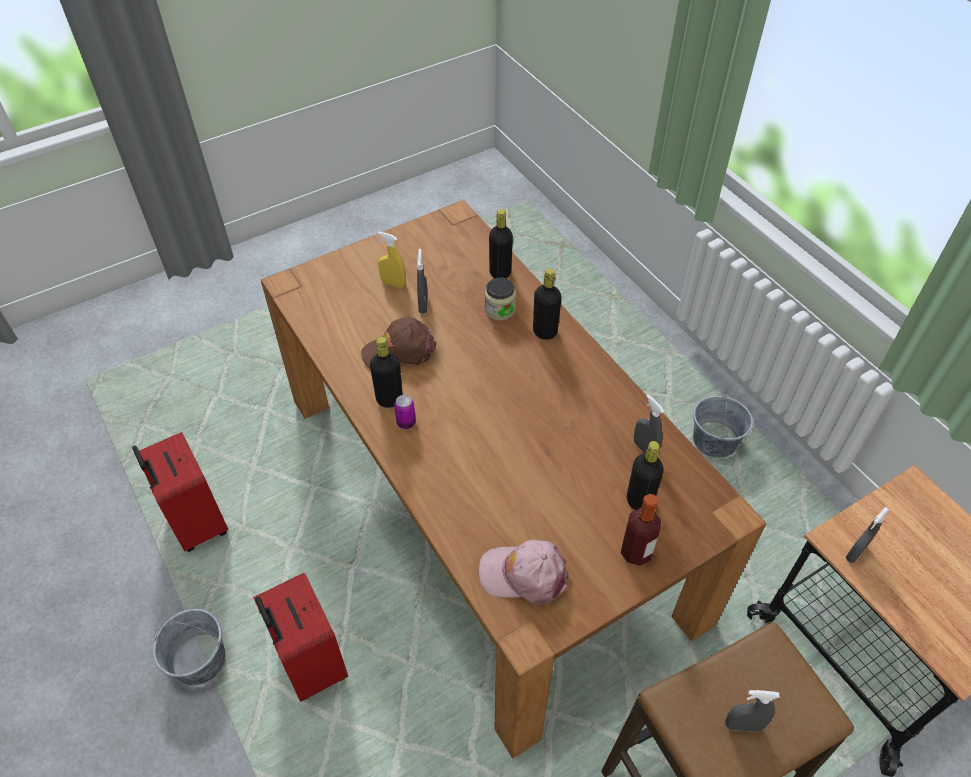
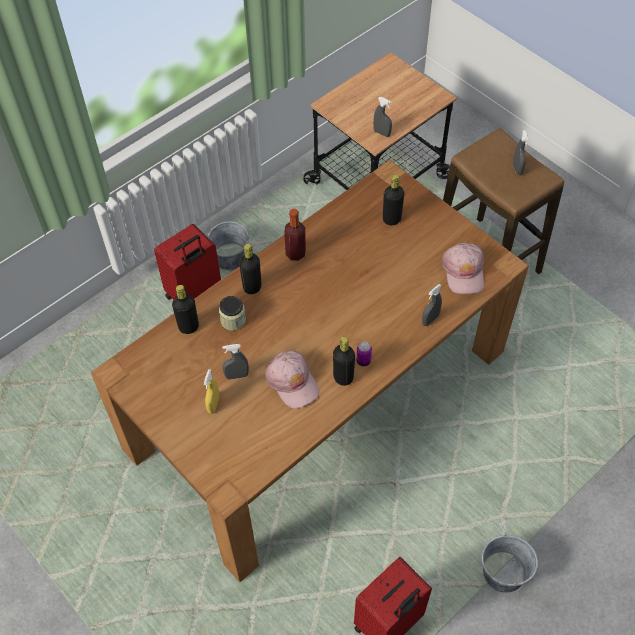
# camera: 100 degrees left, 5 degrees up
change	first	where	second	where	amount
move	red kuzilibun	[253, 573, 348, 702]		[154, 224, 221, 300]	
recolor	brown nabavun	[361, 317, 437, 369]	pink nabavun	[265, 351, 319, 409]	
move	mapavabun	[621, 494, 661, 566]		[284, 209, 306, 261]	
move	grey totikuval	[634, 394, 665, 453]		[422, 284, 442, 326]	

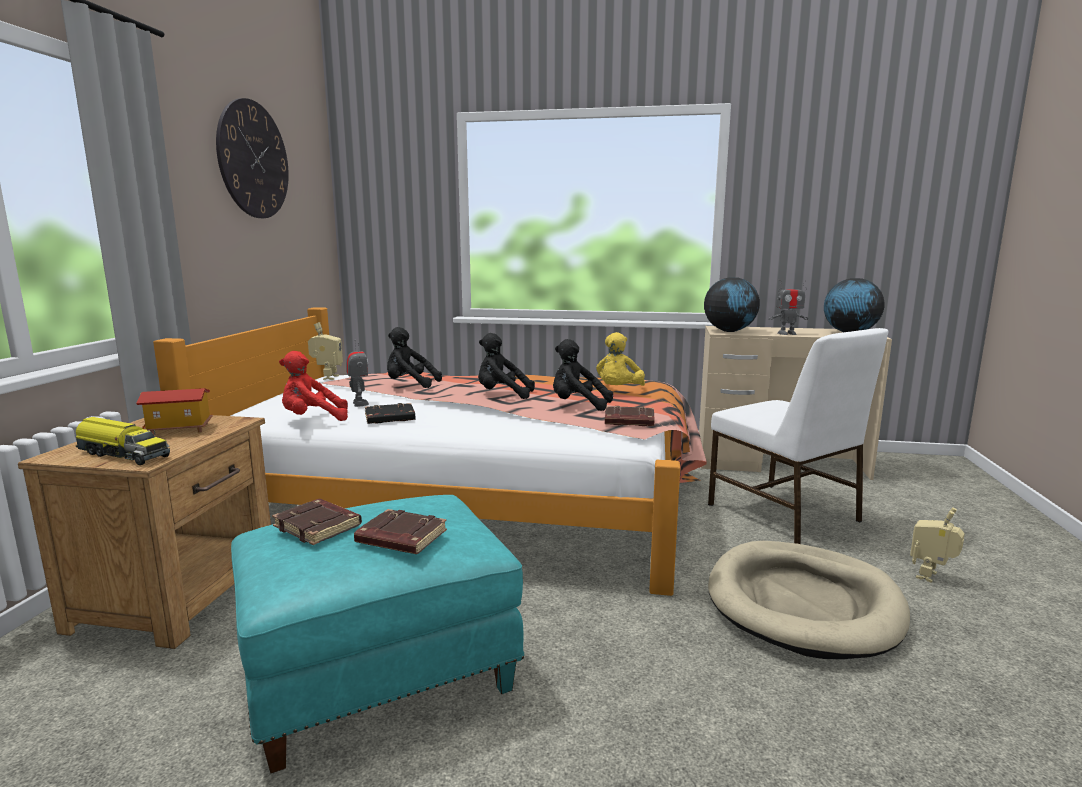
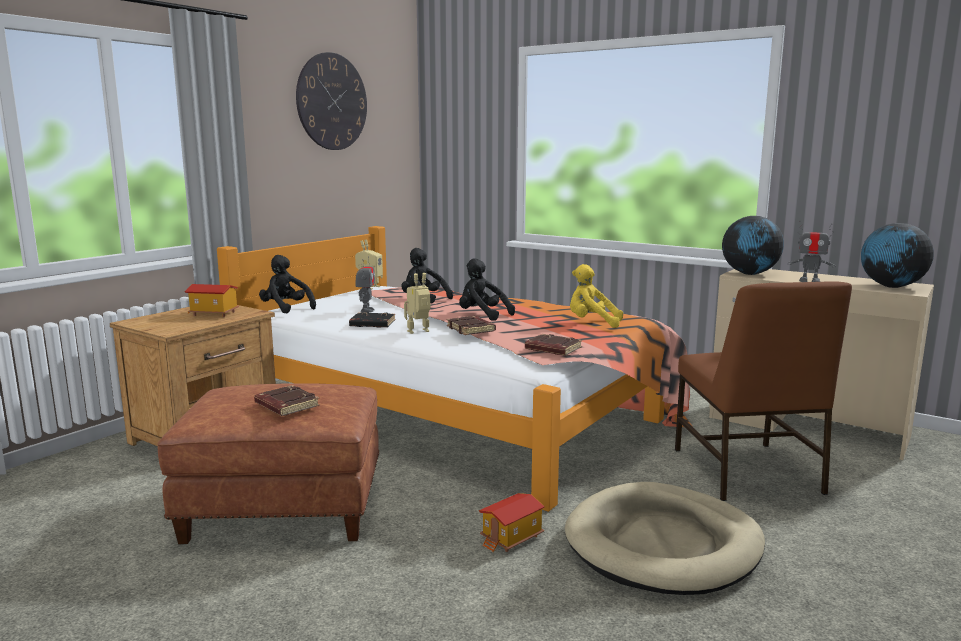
# camera: 25 degrees right, 0 degrees up
change	first	where	second	where	amount
delete	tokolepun	[76, 417, 170, 465]			
recolor	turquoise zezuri	[231, 495, 524, 773]	brown zezuri	[157, 383, 380, 544]	
move	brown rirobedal	[272, 499, 362, 545]		[447, 316, 496, 335]	
delete	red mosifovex	[279, 351, 348, 421]			
move	black mosifovex	[553, 339, 613, 411]		[259, 255, 316, 313]	
rotate	yellow mosifovex	[596, 332, 645, 386]		[570, 264, 623, 328]	60 degrees clockwise
recolor	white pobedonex	[708, 328, 888, 544]	brown pobedonex	[675, 281, 852, 501]	
move	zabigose	[910, 507, 965, 583]		[404, 273, 431, 334]	
insert			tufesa	[479, 493, 545, 552]	

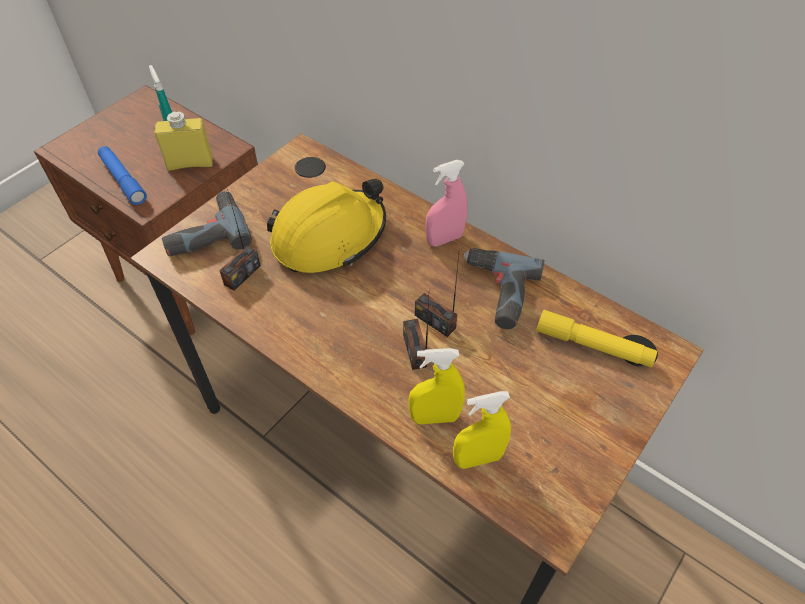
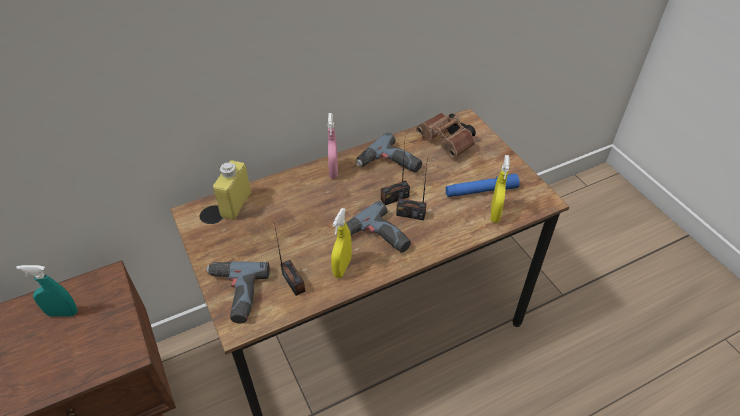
# camera: 65 degrees left, 5 degrees down
change	first	where	second	where	amount
move	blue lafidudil	[98, 146, 147, 205]		[445, 174, 520, 197]	
move	yellow mapavabun	[155, 111, 213, 171]		[213, 160, 251, 220]	
delete	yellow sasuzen	[267, 179, 386, 273]			
move	yellow totikuval	[409, 348, 465, 424]		[331, 208, 352, 278]	
replace	yellow lafidudil	[536, 310, 657, 368]	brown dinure	[416, 113, 476, 158]	
insert			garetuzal	[346, 201, 411, 252]	

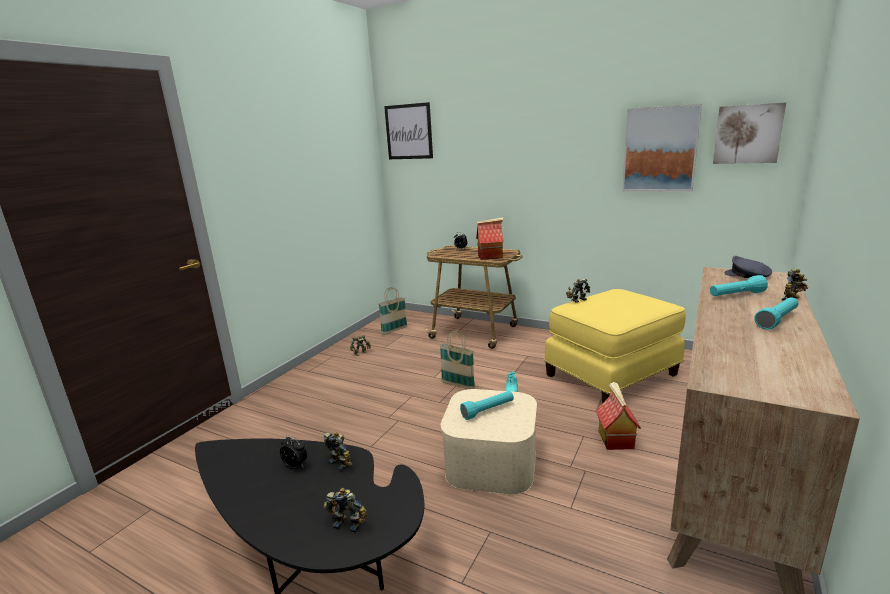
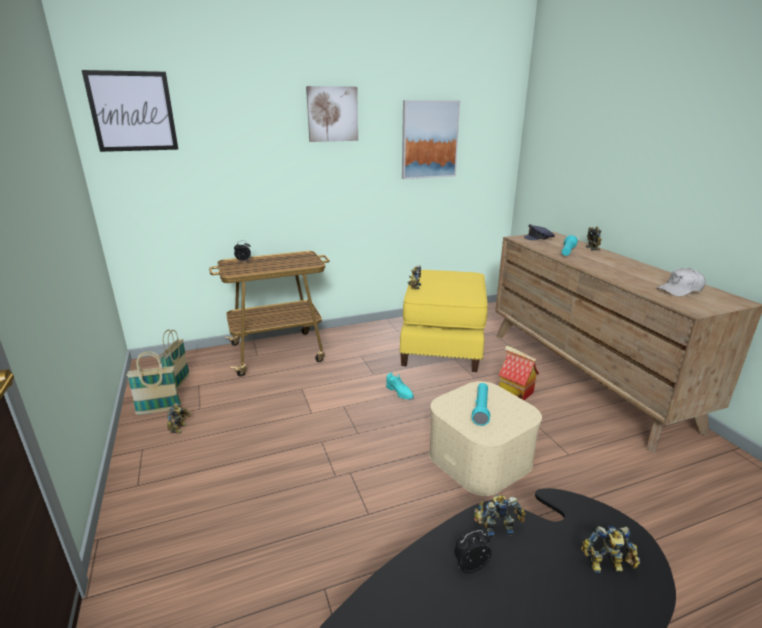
# camera: 50 degrees left, 5 degrees up
change	first	where	second	where	amount
rotate	zabigose	[323, 488, 367, 533]		[581, 526, 640, 573]	150 degrees counterclockwise
move	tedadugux	[440, 331, 475, 389]		[126, 351, 181, 415]	
delete	tufesa	[476, 218, 504, 260]			
move	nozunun	[713, 102, 786, 164]		[306, 86, 358, 142]	
delete	turquoise lafidudil	[754, 297, 799, 330]			
insert			white nabavun	[657, 268, 705, 297]	

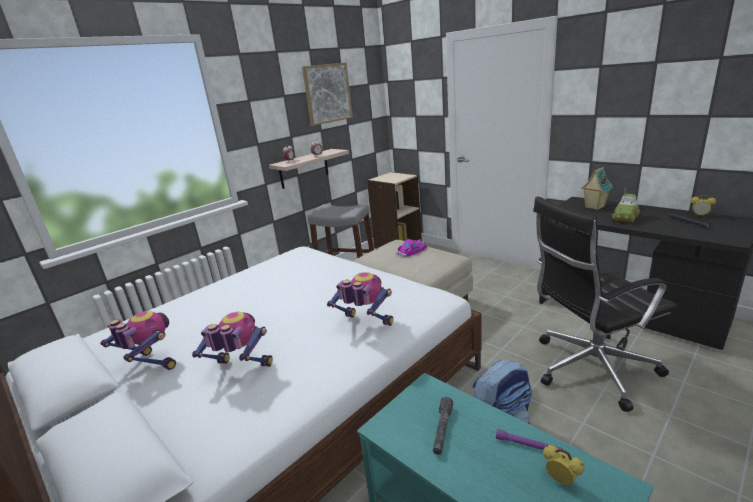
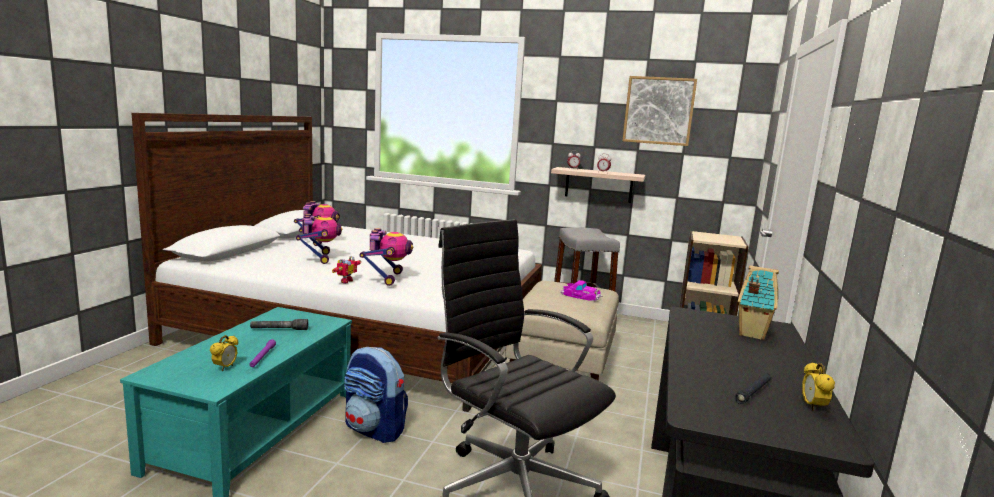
# camera: 60 degrees right, 10 degrees down
change	first	where	second	where	amount
delete	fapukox	[611, 188, 641, 223]			
insert			zabigose	[332, 256, 361, 283]	

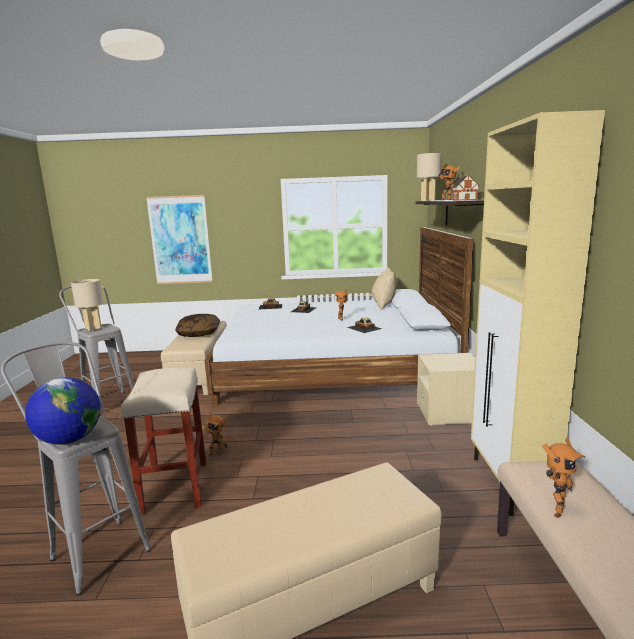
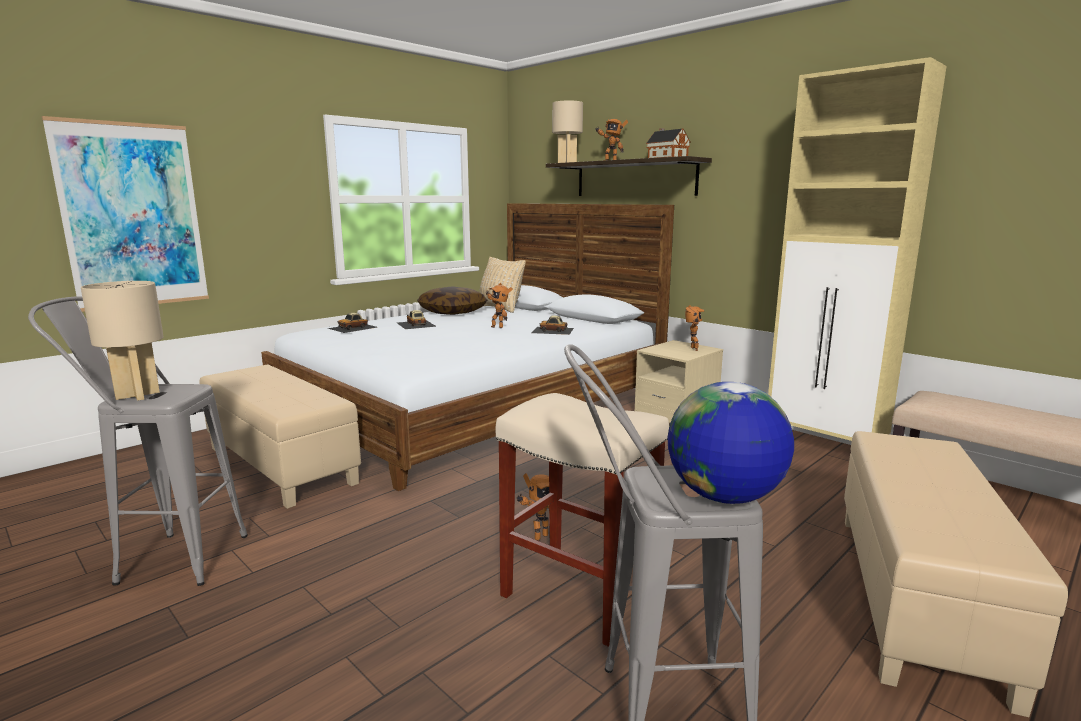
# camera: 45 degrees left, 0 degrees up
change	first	where	second	where	amount
move	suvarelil	[175, 314, 220, 337]		[417, 286, 487, 315]	
move	zabigose	[542, 438, 585, 518]		[685, 305, 704, 351]	

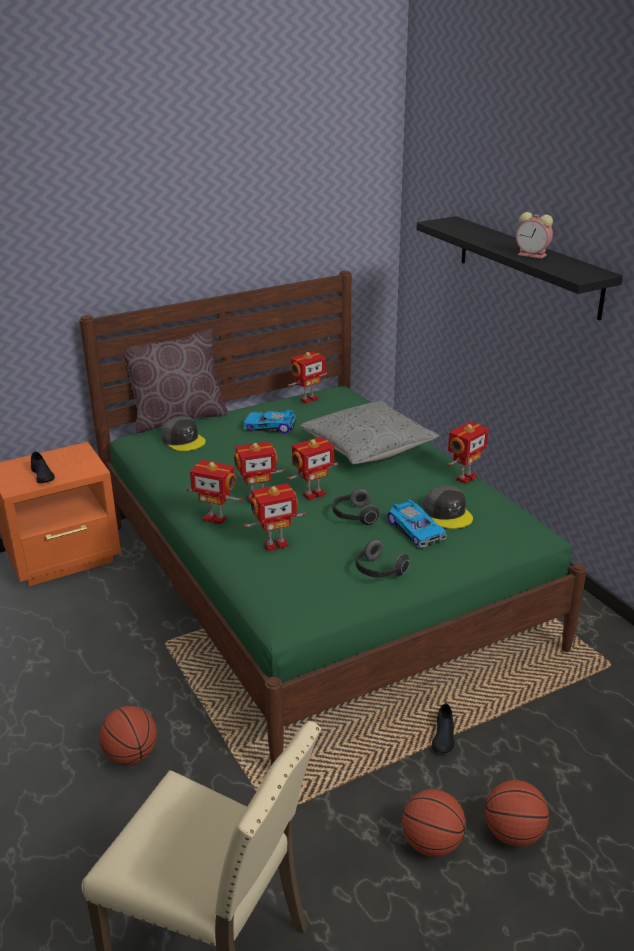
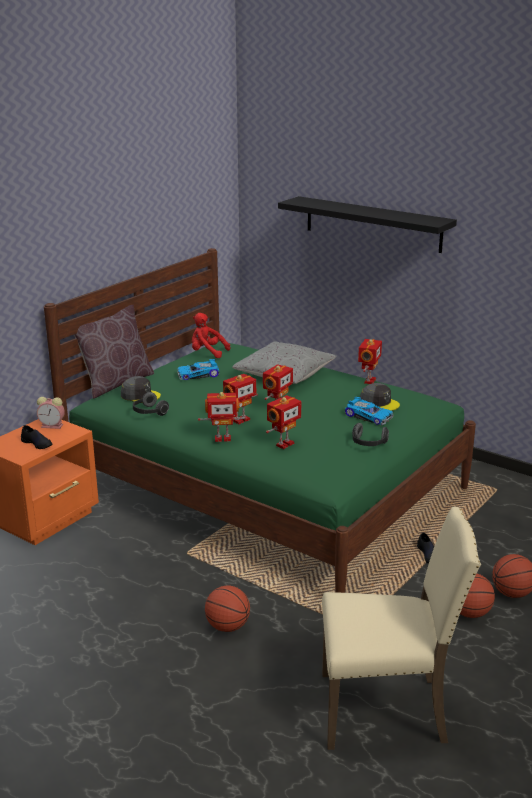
# camera: 25 degrees left, 5 degrees down
change	first	where	second	where	amount
replace	zabigose	[288, 351, 327, 404]	red mosifovex	[192, 313, 230, 358]	
move	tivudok	[333, 488, 379, 525]		[133, 392, 169, 416]	
move	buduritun	[516, 212, 553, 259]		[37, 397, 65, 429]	

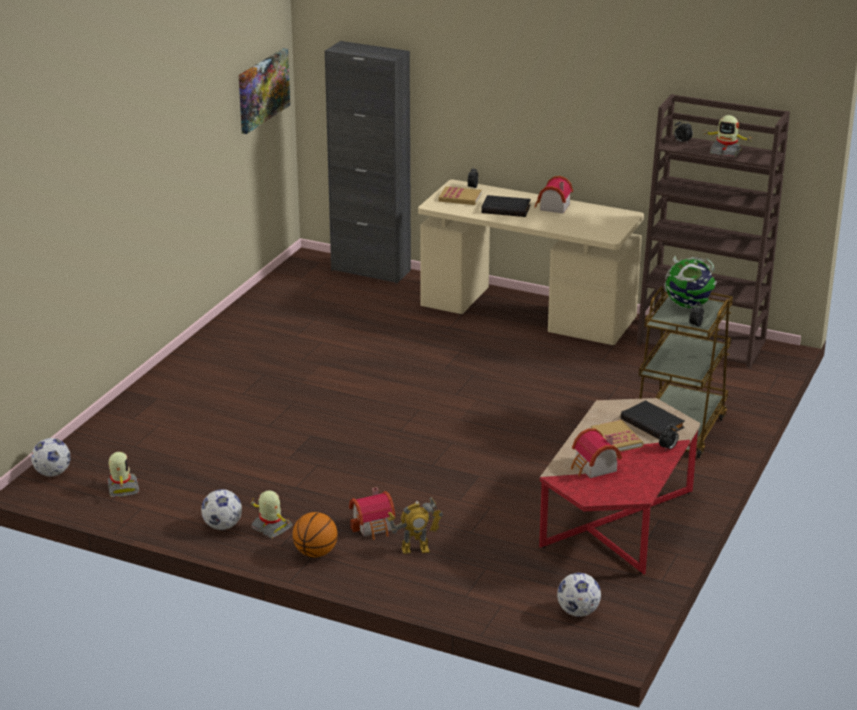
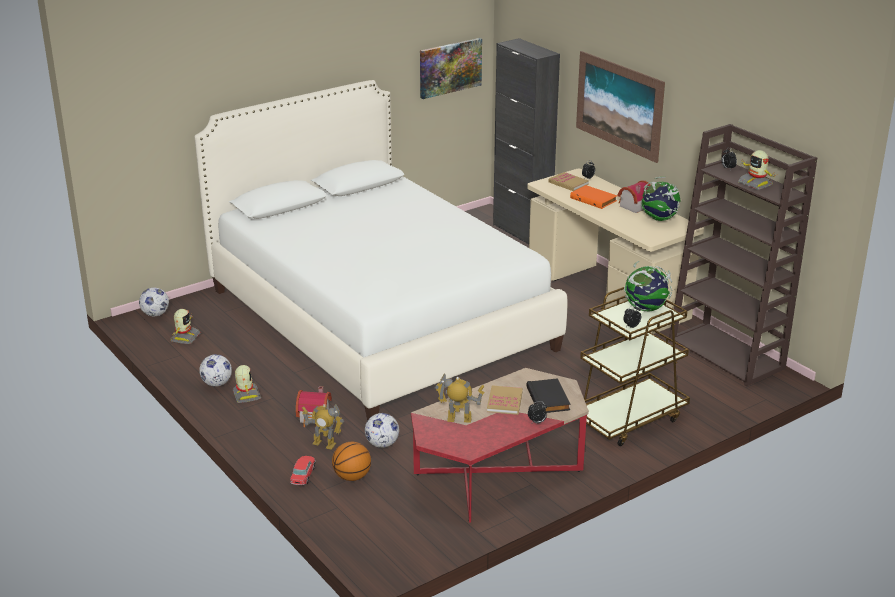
# camera: 30 degrees right, 0 degrees up
change	first	where	second	where	amount
move	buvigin	[293, 512, 338, 557]		[332, 442, 371, 481]	
recolor	black rirobedal	[481, 195, 531, 217]	orange rirobedal	[570, 185, 617, 209]	
move	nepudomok	[557, 572, 601, 617]		[365, 413, 399, 448]	
replace	tufesa	[571, 428, 622, 478]	zabigose	[435, 374, 485, 423]	
insert			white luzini	[194, 80, 567, 421]	
insert			fapukox	[290, 456, 315, 485]	
insert			nozunun	[576, 51, 665, 163]	
insert			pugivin	[641, 177, 681, 221]	

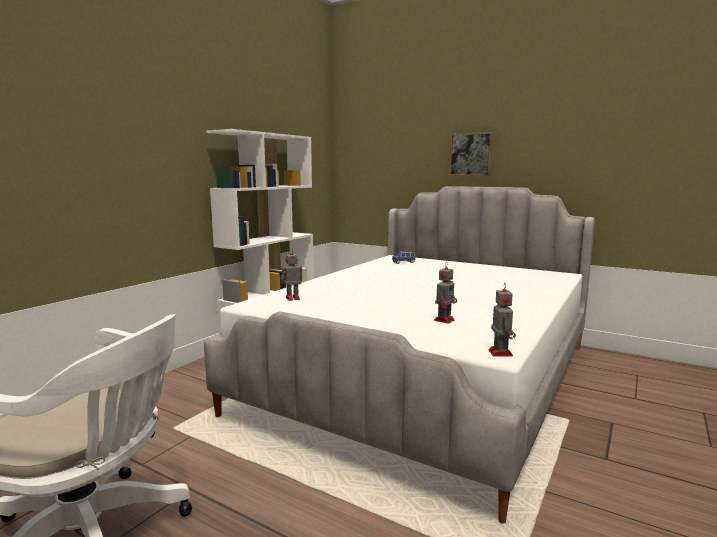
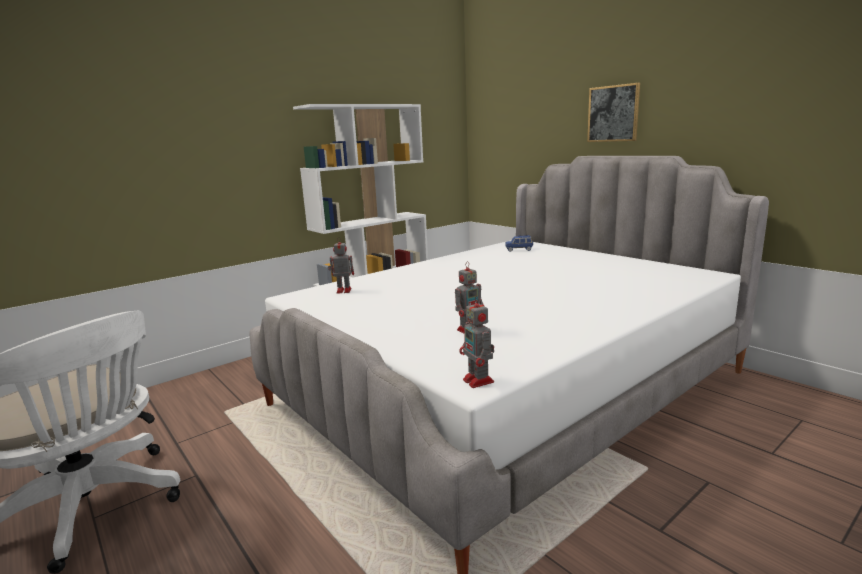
# camera: 20 degrees right, 5 degrees up
change	first	where	second	where	amount
rotate	zabigose	[488, 283, 516, 356]		[459, 297, 494, 388]	135 degrees clockwise

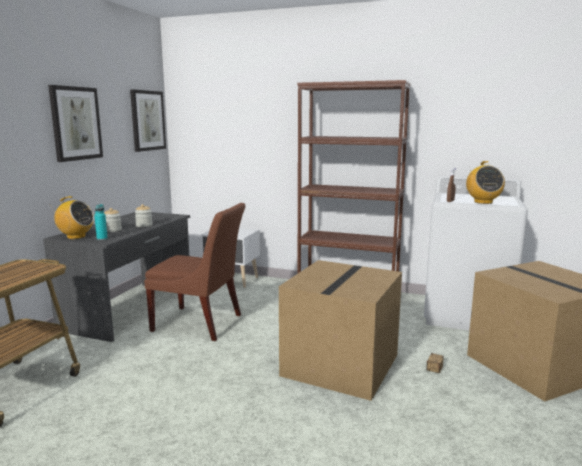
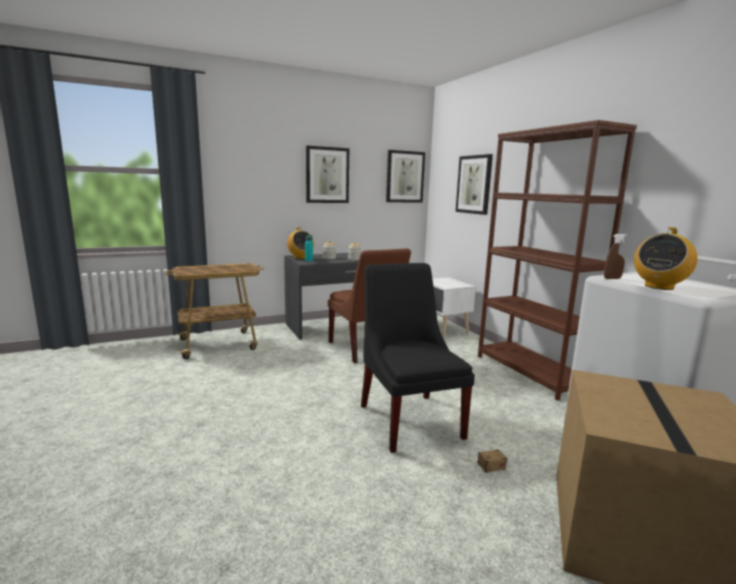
# camera: 45 degrees right, 0 degrees up
change	first	where	second	where	amount
replace	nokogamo	[279, 260, 402, 401]	black pobedonex	[361, 263, 475, 453]	
insert			nozunun	[456, 154, 493, 215]	

